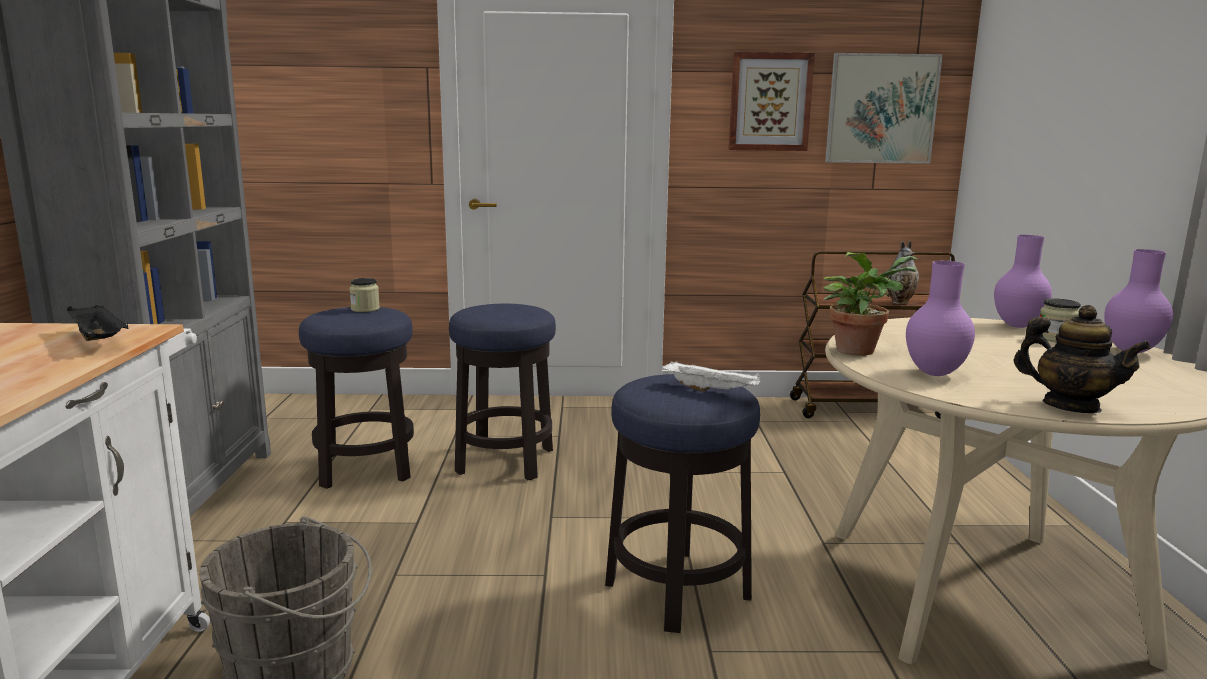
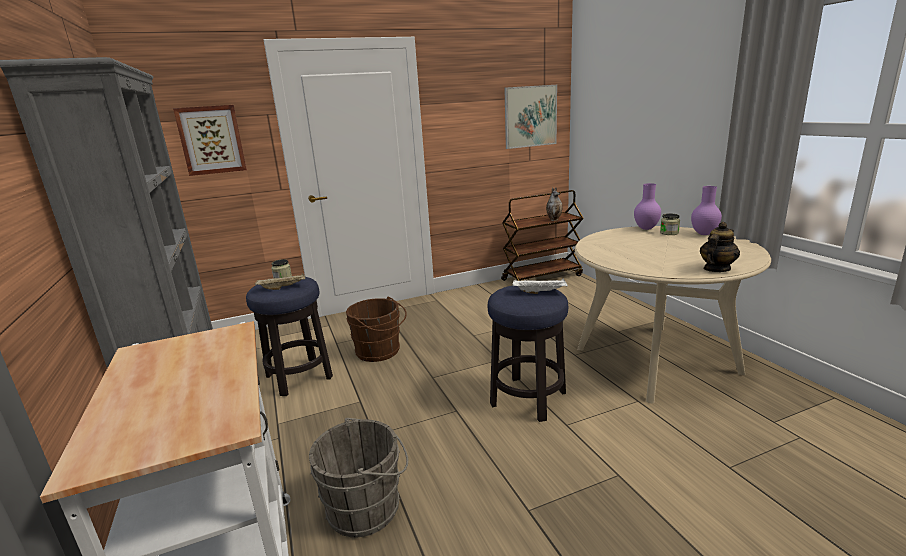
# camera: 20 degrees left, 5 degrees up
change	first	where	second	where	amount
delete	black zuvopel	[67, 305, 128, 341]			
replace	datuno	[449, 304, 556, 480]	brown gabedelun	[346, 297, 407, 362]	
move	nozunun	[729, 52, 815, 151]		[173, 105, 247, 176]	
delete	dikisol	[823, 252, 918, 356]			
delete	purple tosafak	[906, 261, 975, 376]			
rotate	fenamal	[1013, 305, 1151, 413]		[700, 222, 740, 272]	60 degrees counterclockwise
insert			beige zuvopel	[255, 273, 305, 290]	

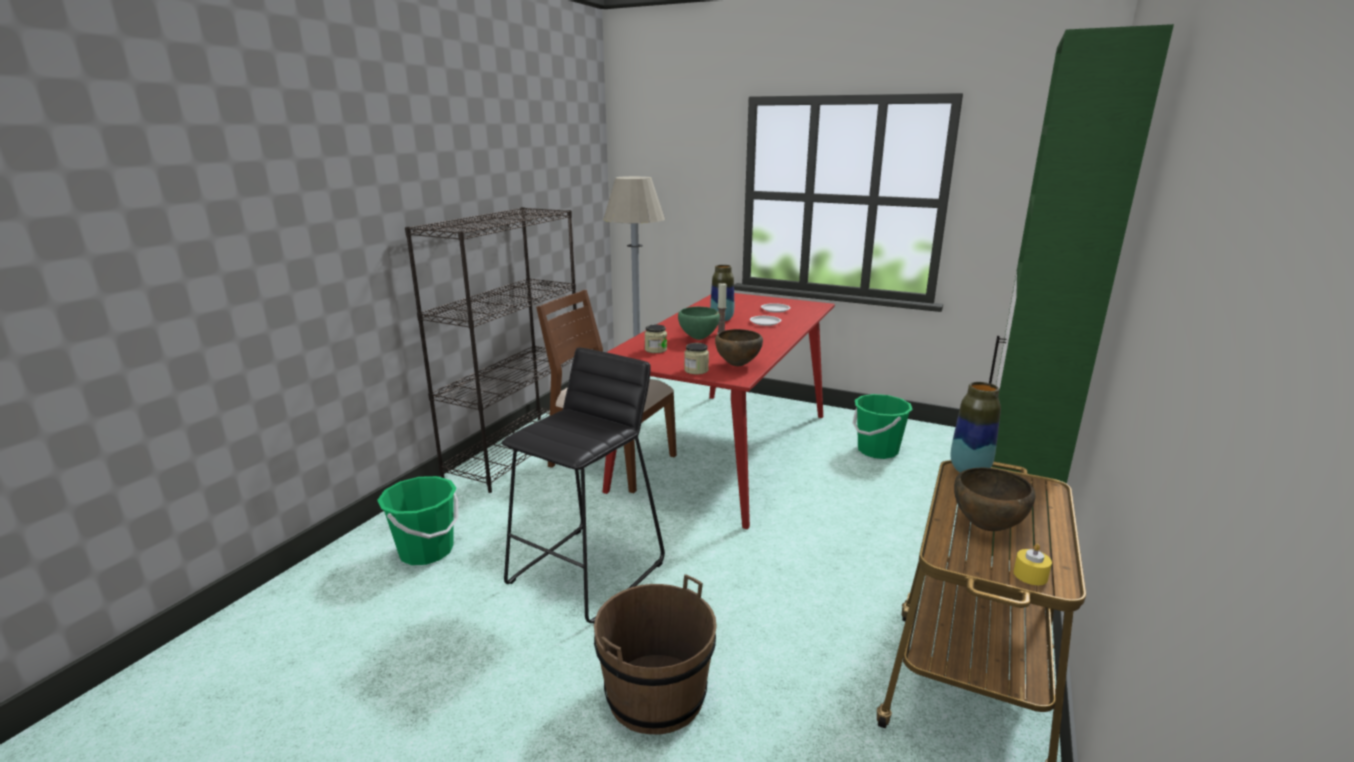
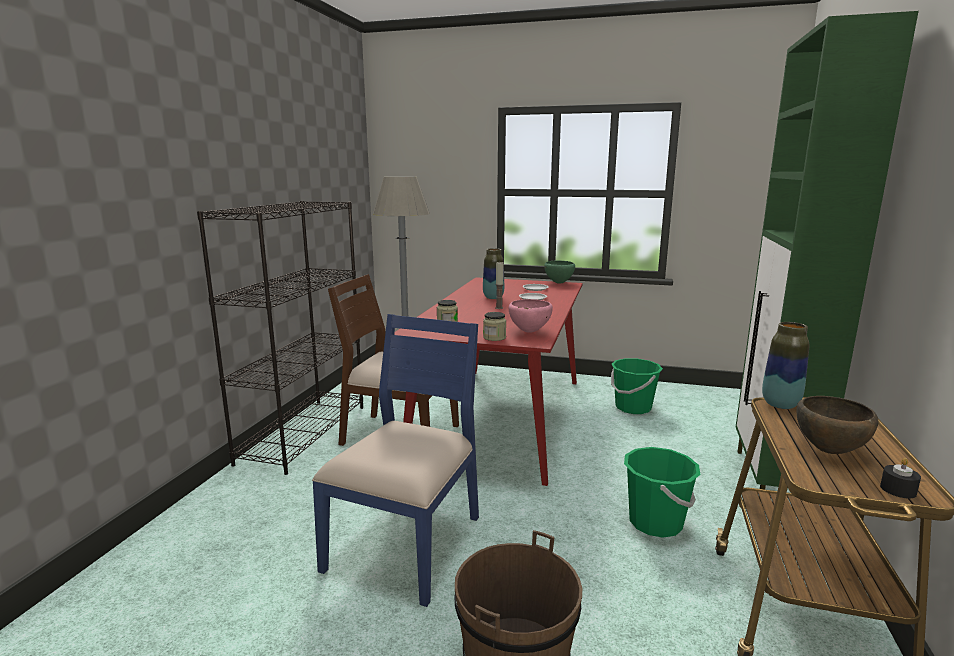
# camera: 10 degrees left, 5 degrees down
change	first	where	second	where	amount
move	green gabedelun	[377, 476, 458, 565]		[624, 447, 700, 538]	
replace	black datuno	[501, 347, 665, 623]	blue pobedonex	[312, 314, 479, 607]	
move	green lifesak	[678, 306, 720, 340]		[544, 260, 575, 284]	
recolor	brown lifesak	[715, 329, 763, 366]	pink lifesak	[509, 299, 553, 333]	
recolor	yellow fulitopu	[1013, 544, 1052, 585]	black fulitopu	[880, 458, 921, 498]	

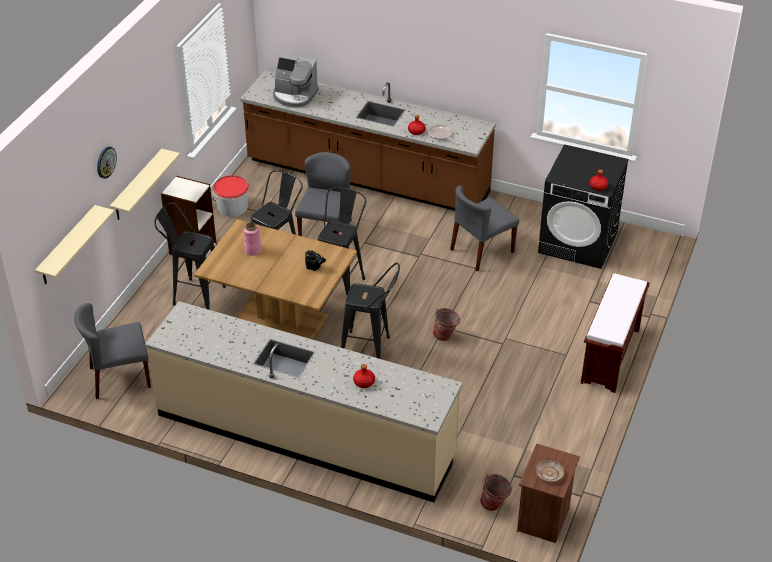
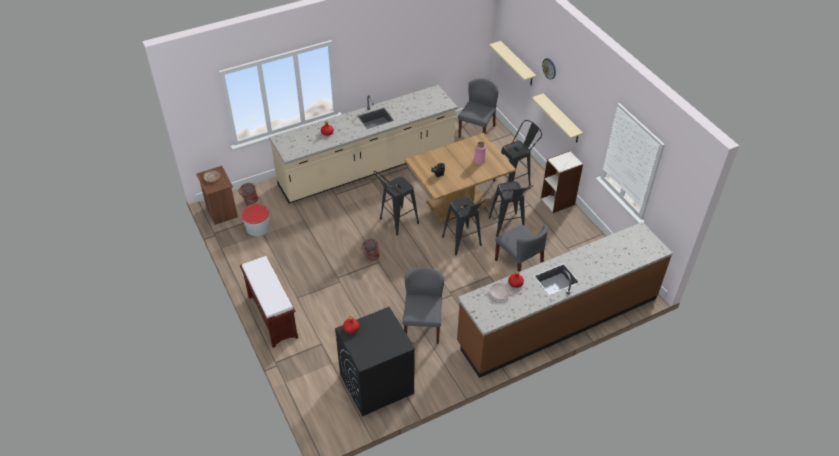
# camera: 130 degrees right, 5 degrees up
change	first	where	second	where	amount
move	gabedelun	[213, 175, 249, 217]		[241, 204, 269, 236]	
delete	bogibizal	[273, 54, 319, 108]			

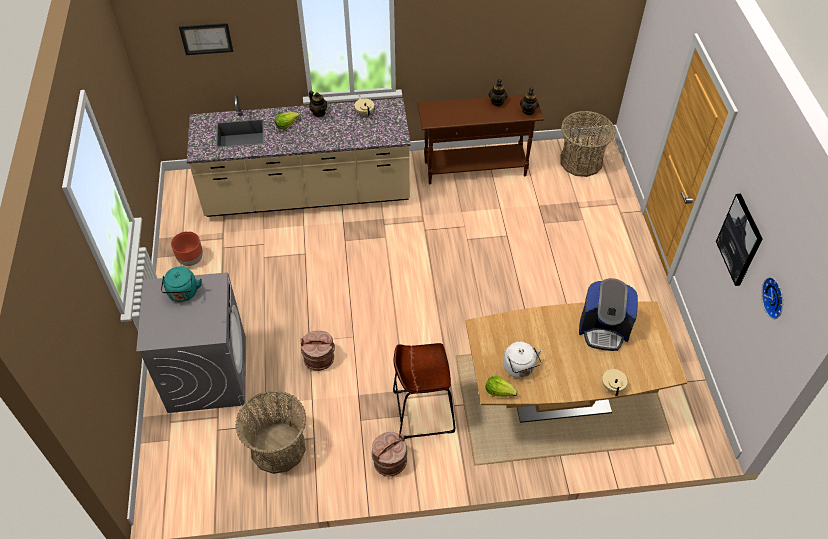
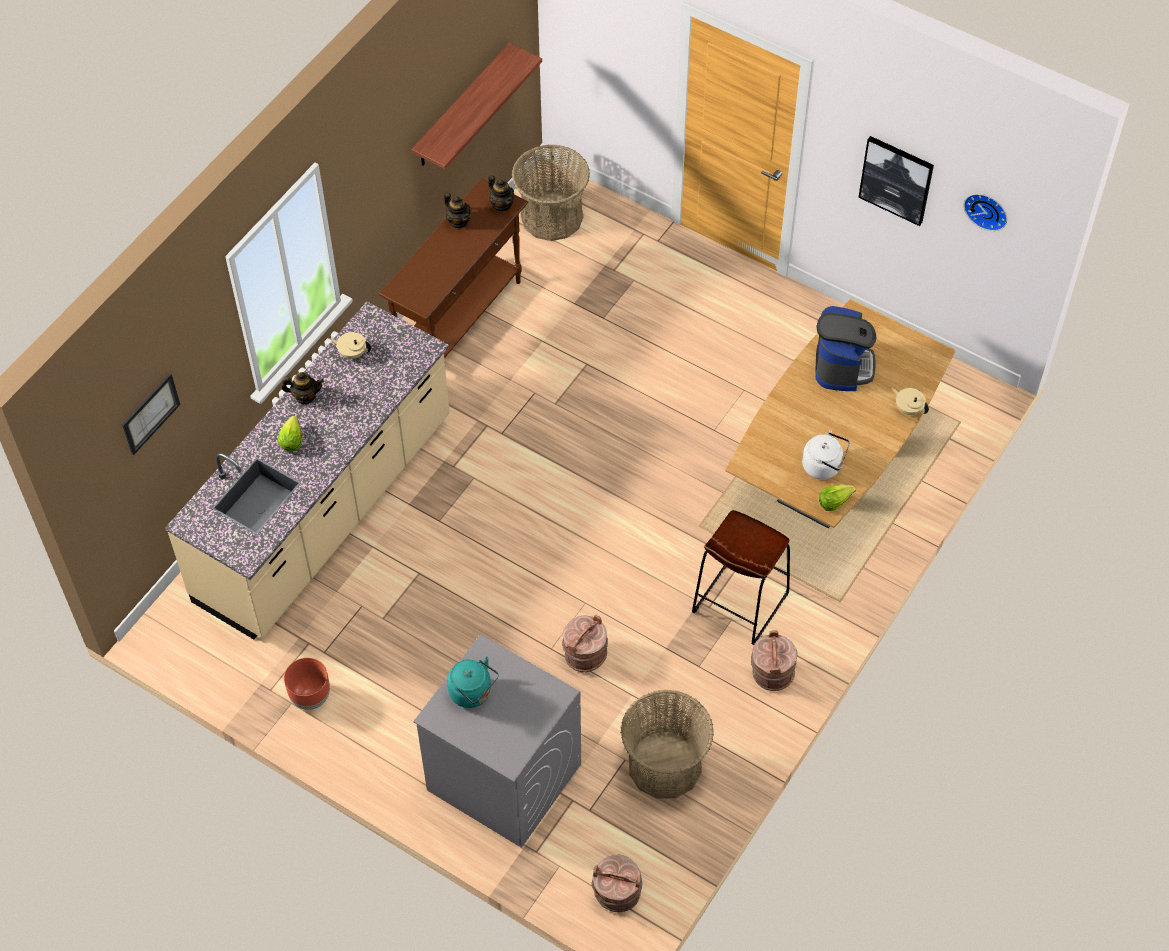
# camera: 50 degrees left, 5 degrees up
change	first	where	second	where	amount
rotate	bogibizal	[579, 278, 638, 351]		[815, 306, 877, 391]	45 degrees counterclockwise
insert			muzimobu	[411, 43, 542, 169]	
insert			brown gabedelun	[591, 855, 642, 912]	

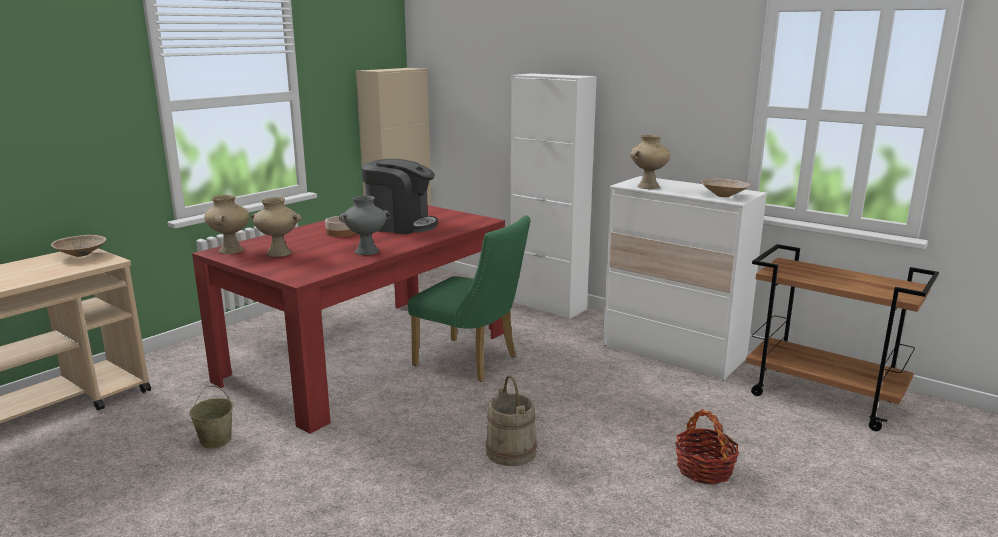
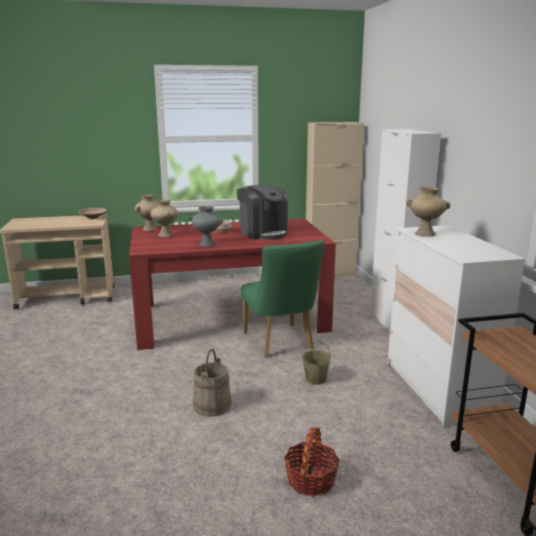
# camera: 40 degrees right, 0 degrees up
change	first	where	second	where	amount
move	beige gabedelun	[189, 386, 233, 448]		[302, 341, 331, 385]	
delete	beige lifesak	[701, 178, 751, 197]			

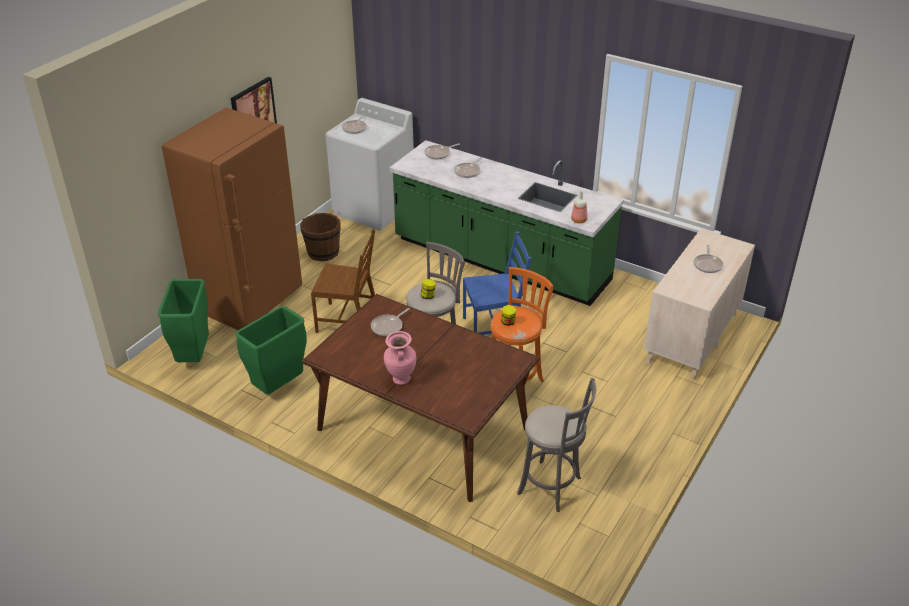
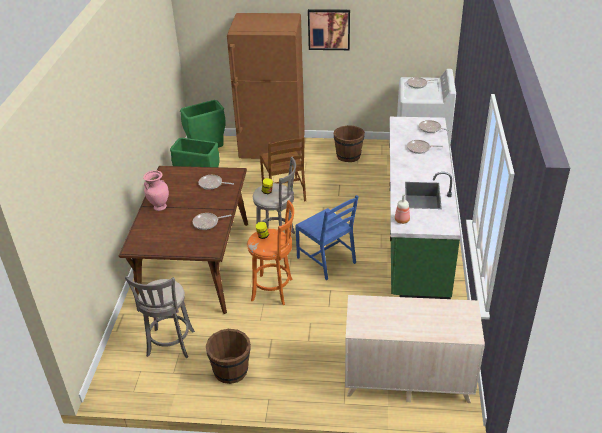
# camera: 65 degrees right, 0 degrees up
change	first	where	second	where	amount
move	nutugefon	[693, 245, 723, 273]		[193, 213, 232, 230]	
insert			brown gabedelun	[206, 329, 251, 384]	

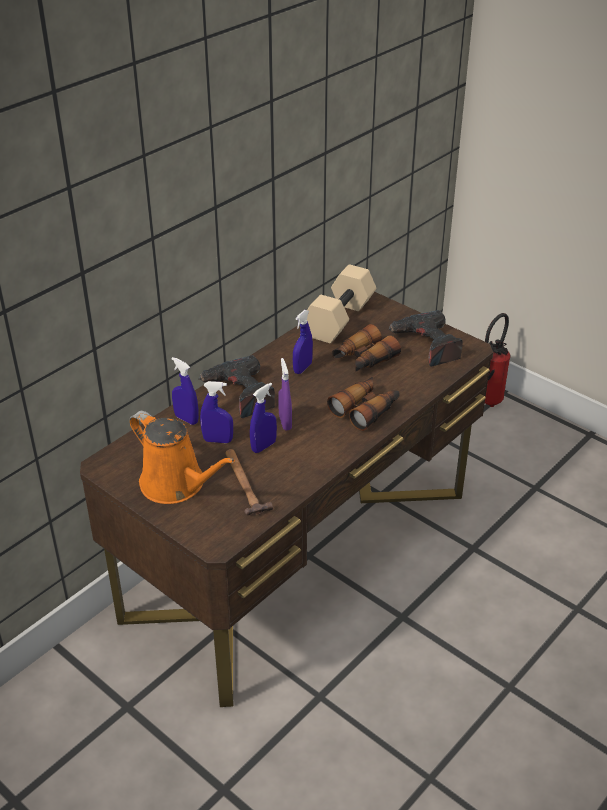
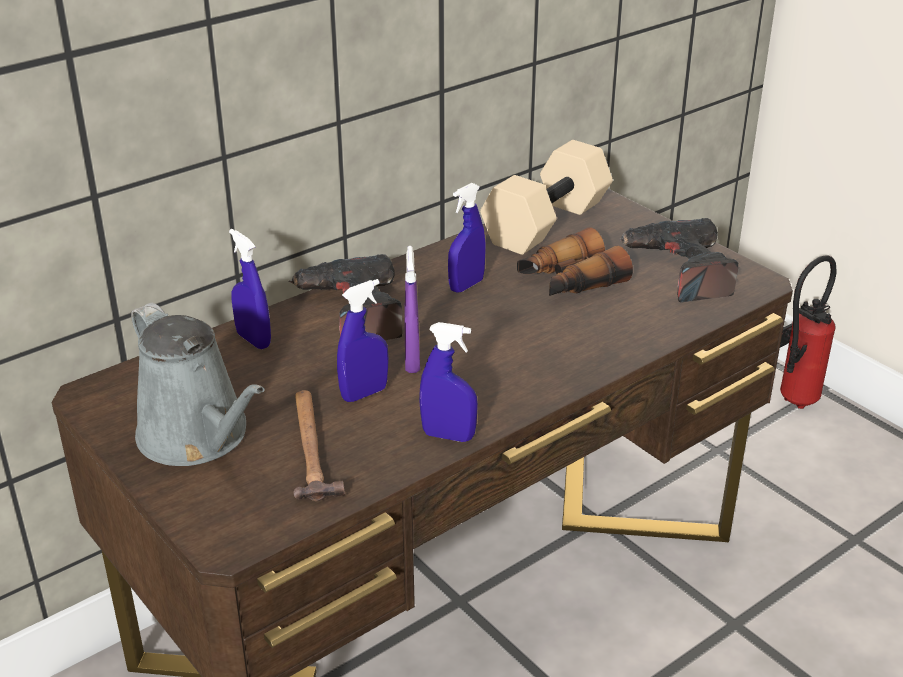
# camera: 10 degrees right, 5 degrees down
change	first	where	second	where	amount
recolor	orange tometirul	[129, 411, 235, 504]	grey tometirul	[131, 302, 265, 466]	
move	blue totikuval	[200, 381, 233, 443]		[419, 322, 478, 442]	
delete	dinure	[327, 377, 400, 431]			

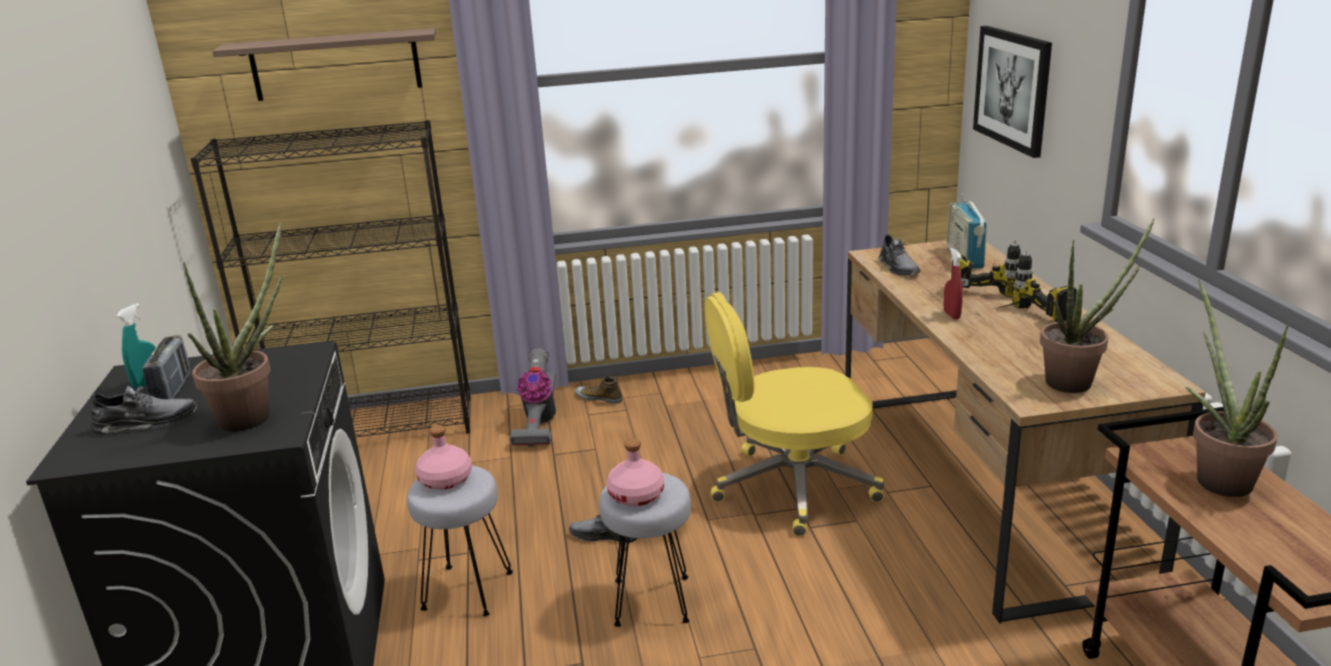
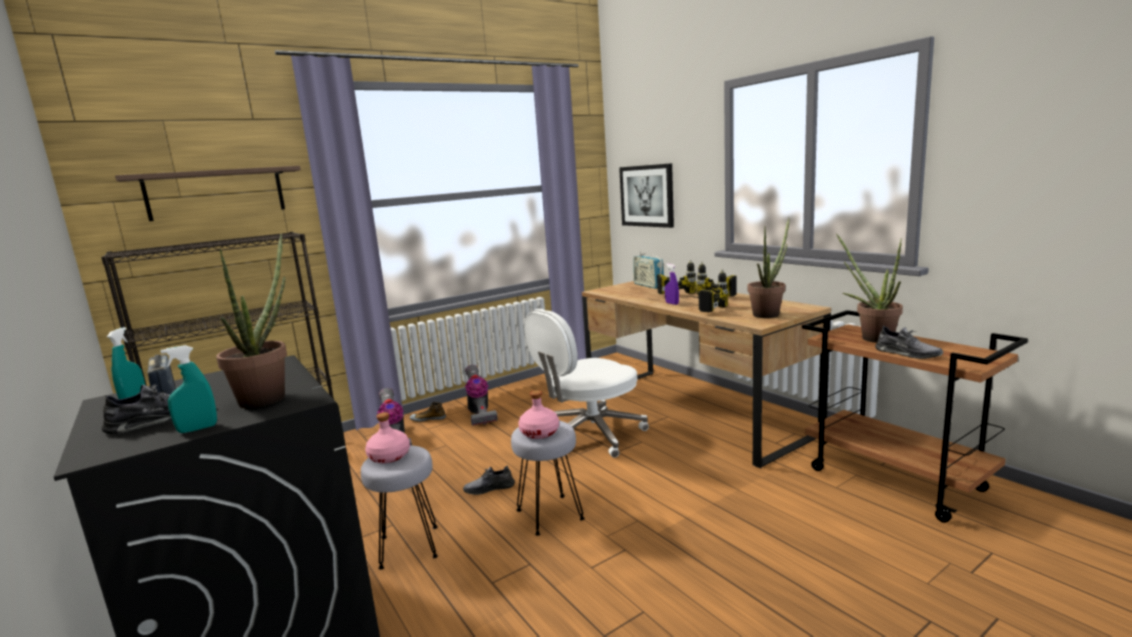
# camera: 25 degrees left, 10 degrees down
change	first	where	second	where	amount
recolor	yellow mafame	[704, 292, 884, 536]	white mafame	[524, 309, 649, 458]	
move	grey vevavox	[878, 234, 920, 275]		[875, 326, 943, 359]	
recolor	red totikuval	[944, 248, 963, 319]	purple totikuval	[665, 264, 679, 305]	
insert			turquoise totikuval	[161, 345, 217, 433]	
insert			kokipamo	[465, 365, 497, 426]	
insert			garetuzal	[688, 269, 729, 313]	

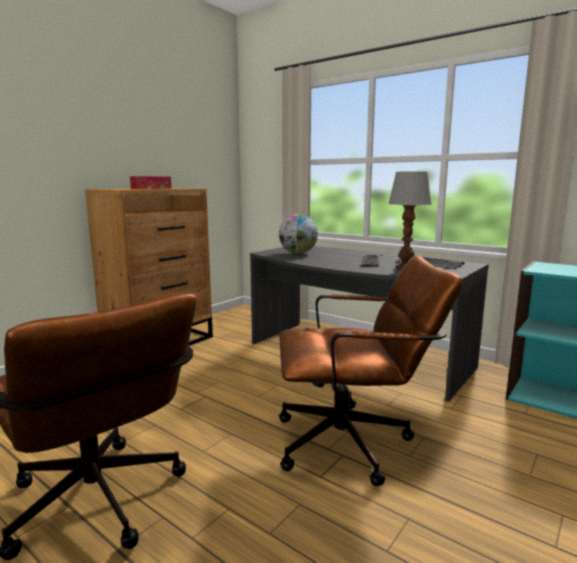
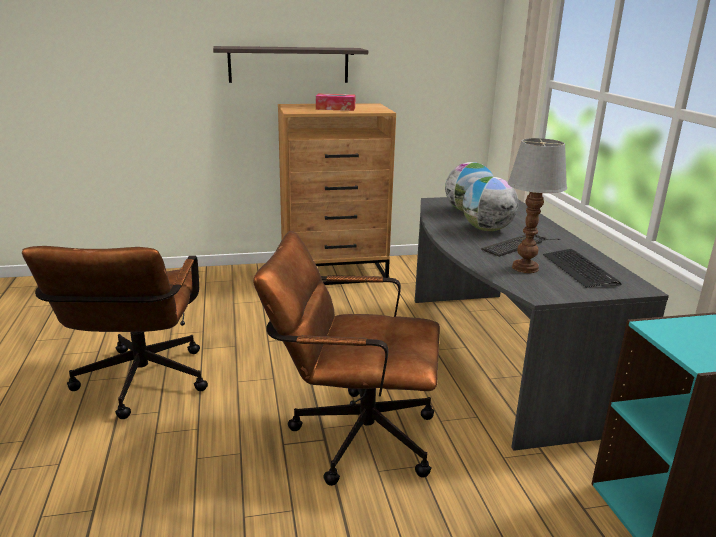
# camera: 40 degrees right, 10 degrees up
change	first	where	second	where	amount
rotate	brown mafame	[279, 255, 463, 486]		[253, 231, 440, 486]	150 degrees clockwise
insert			muzimobu	[213, 46, 368, 83]	
insert			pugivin	[463, 176, 518, 231]	

